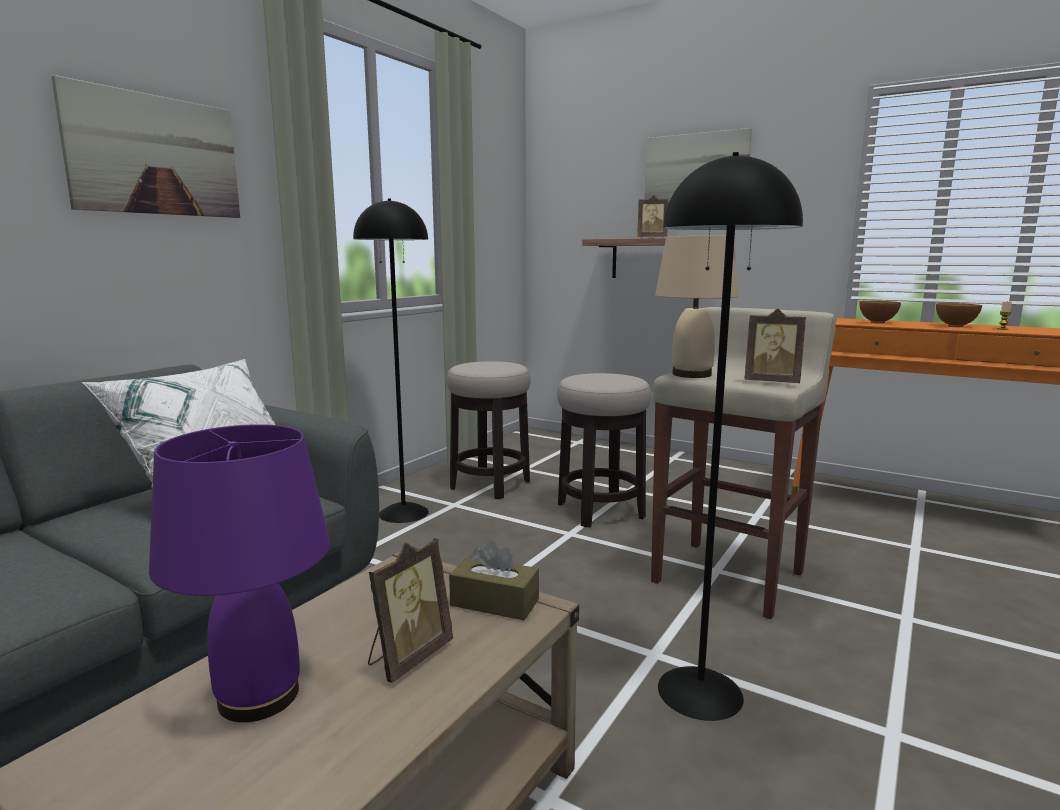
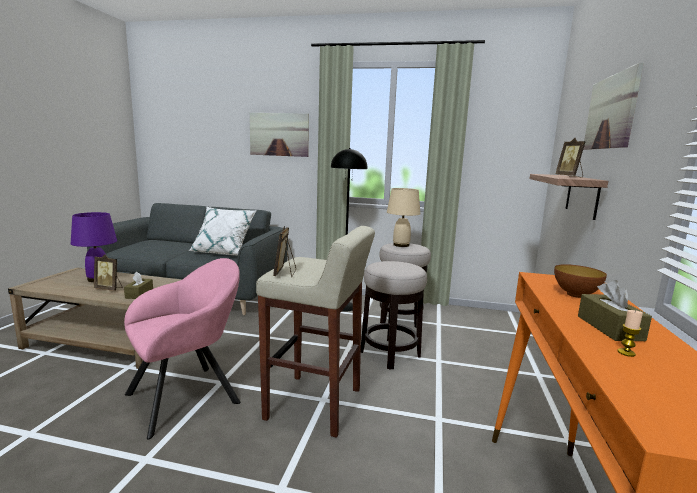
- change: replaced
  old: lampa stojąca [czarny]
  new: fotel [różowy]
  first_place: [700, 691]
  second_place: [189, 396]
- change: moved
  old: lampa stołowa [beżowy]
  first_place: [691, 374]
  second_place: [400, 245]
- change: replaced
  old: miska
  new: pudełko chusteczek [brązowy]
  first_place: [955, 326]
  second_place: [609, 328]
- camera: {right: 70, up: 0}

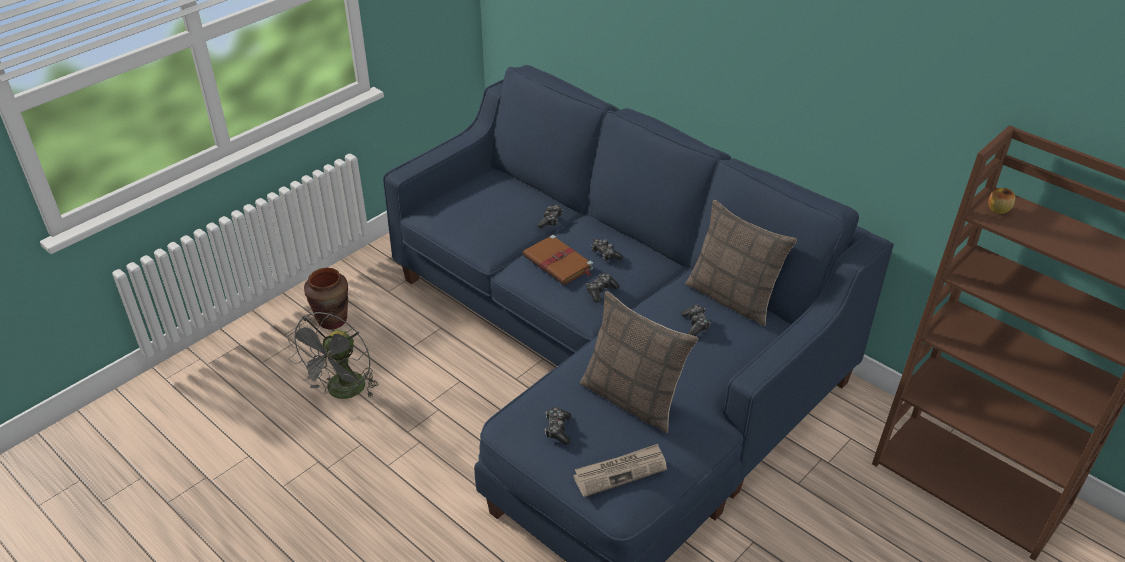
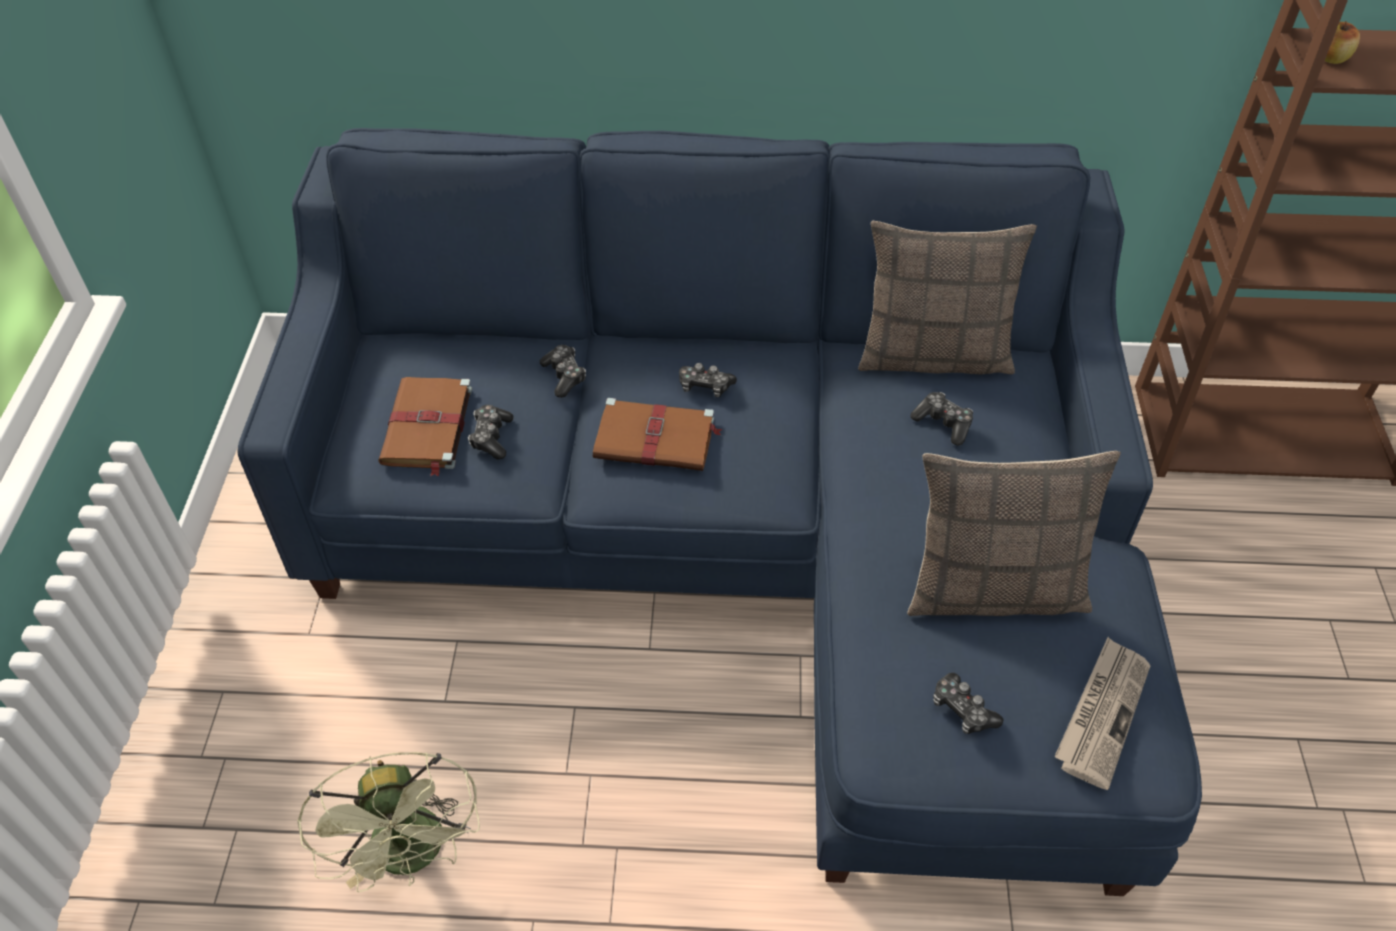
- change: removed
  old: wazon [brązowy]
  first_place: [332, 320]
- change: moved
  old: pad do gier
  first_place: [601, 291]
  second_place: [491, 437]
- change: recoloured
  old: wentylator [szary]
  new: wentylator [zielony]
  first_place: [343, 392]
  second_place: [414, 856]
- change: added
  new: książka [brązowy]
  second_place: [427, 427]
- camera: {right: -40, up: 10}

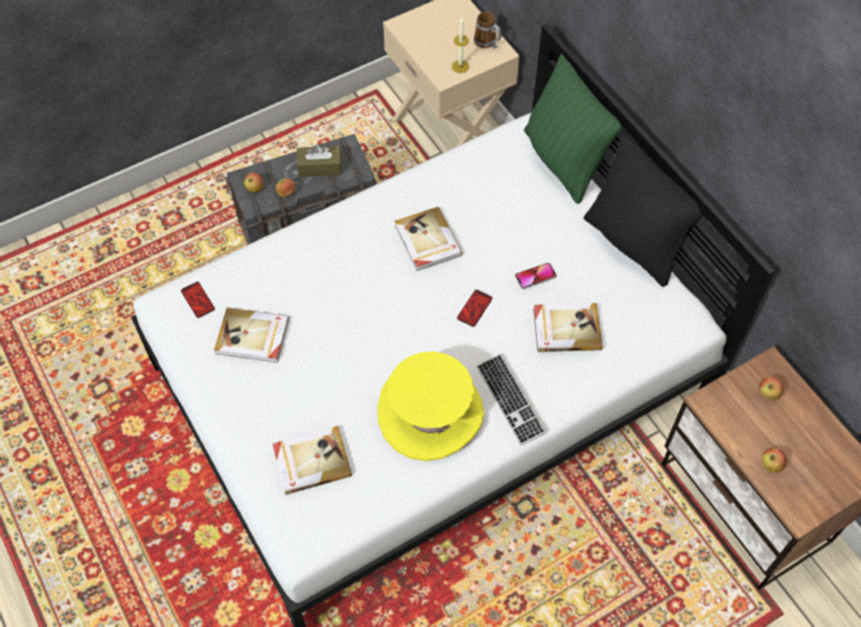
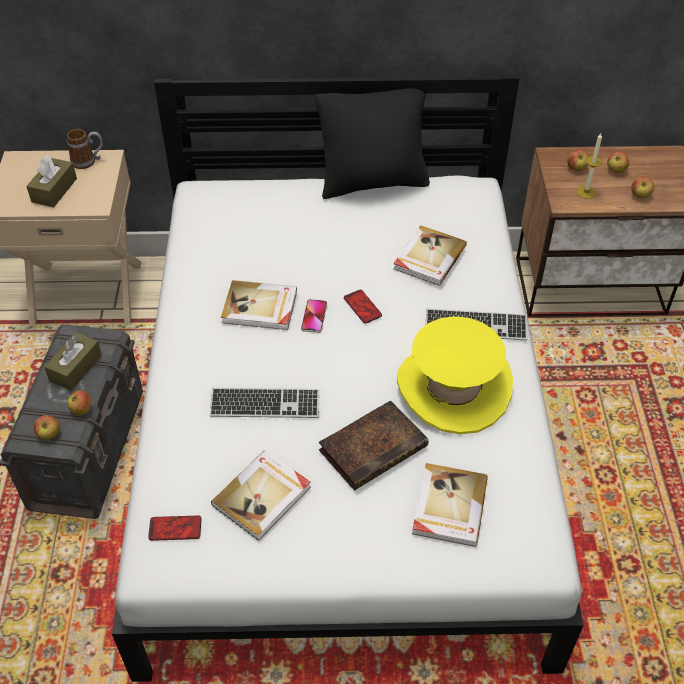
- change: moved
  old: świeca
  first_place: [460, 66]
  second_place: [586, 192]
- change: removed
  old: poduszka [zielony]
  first_place: [563, 161]
- change: moved
  old: telefon
  first_place: [535, 276]
  second_place: [314, 316]
- change: added
  new: jabłko
  second_place: [616, 170]
- change: added
  new: pudełko chusteczek [brązowy]
  second_place: [54, 190]
- change: added
  new: klawiatura
  second_place: [265, 405]
- change: added
  new: książka
  second_place: [374, 447]
- camera: {right: -60, up: -10}

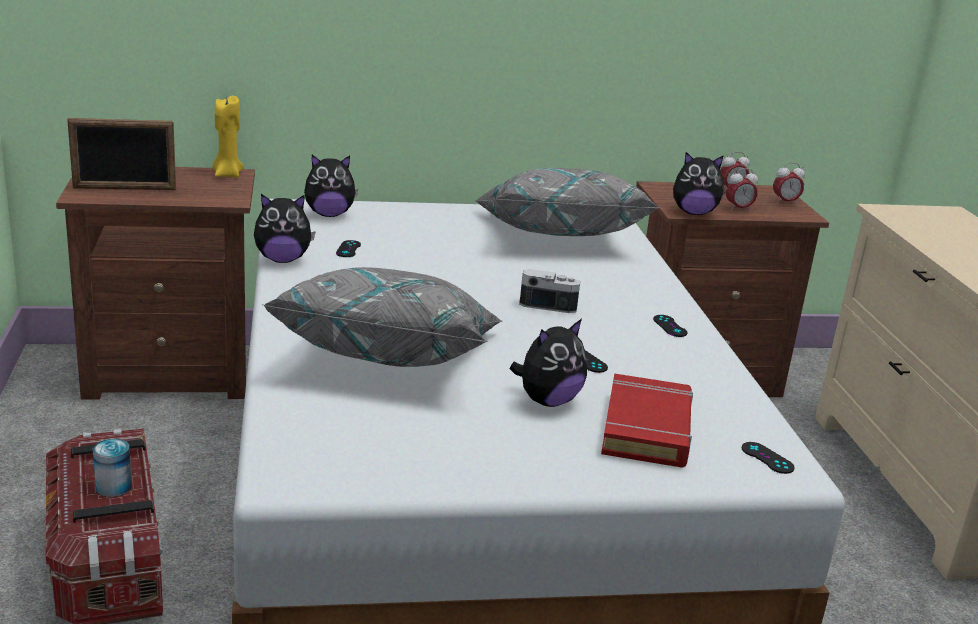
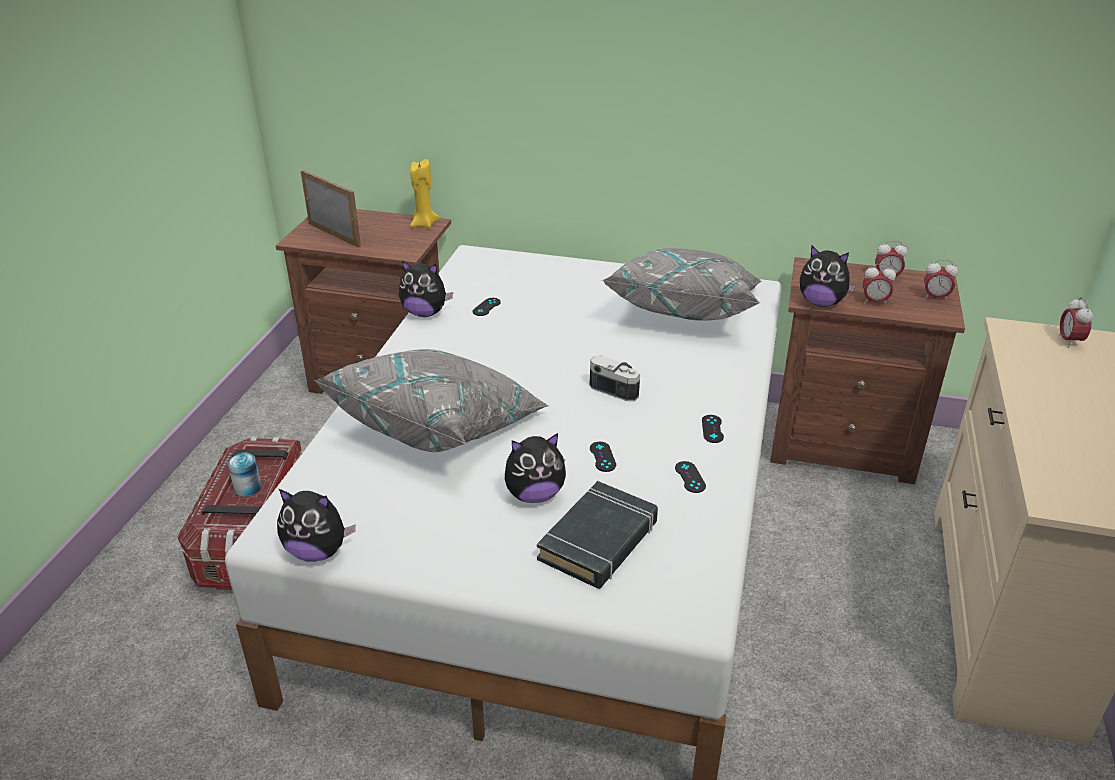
- change: turned
  old: ramka na zdjęcie
  first_place: [124, 188]
  second_place: [334, 234]
  degrees: -150
- change: moved
  old: pluszak
  first_place: [329, 214]
  second_place: [317, 551]
- change: recoloured
  old: książka [czerwony]
  new: książka [czarny]
  first_place: [647, 429]
  second_place: [599, 541]
- change: moved
  old: pad do gier [czarny]
  first_place: [767, 458]
  second_place: [690, 477]
- change: added
  new: budzik
  second_place: [1069, 341]
- camera: {right: 25, up: 10}

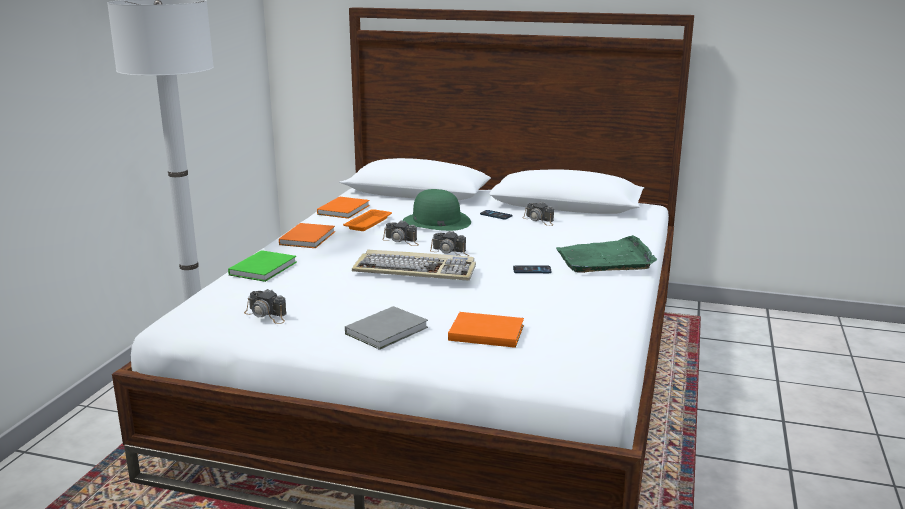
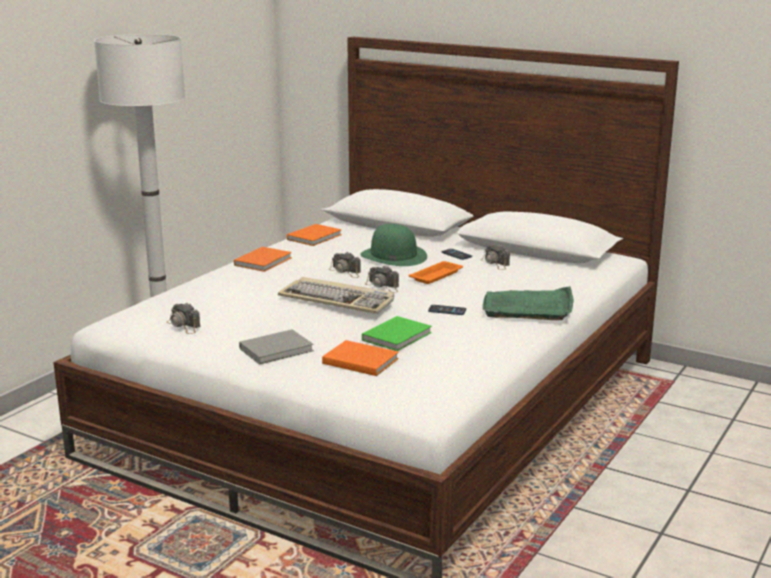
- change: moved
  old: taca [pomarańczowy]
  first_place: [369, 223]
  second_place: [437, 276]
- change: moved
  old: książka [zielony]
  first_place: [265, 268]
  second_place: [398, 336]
- camera: {right: 15, up: 0}

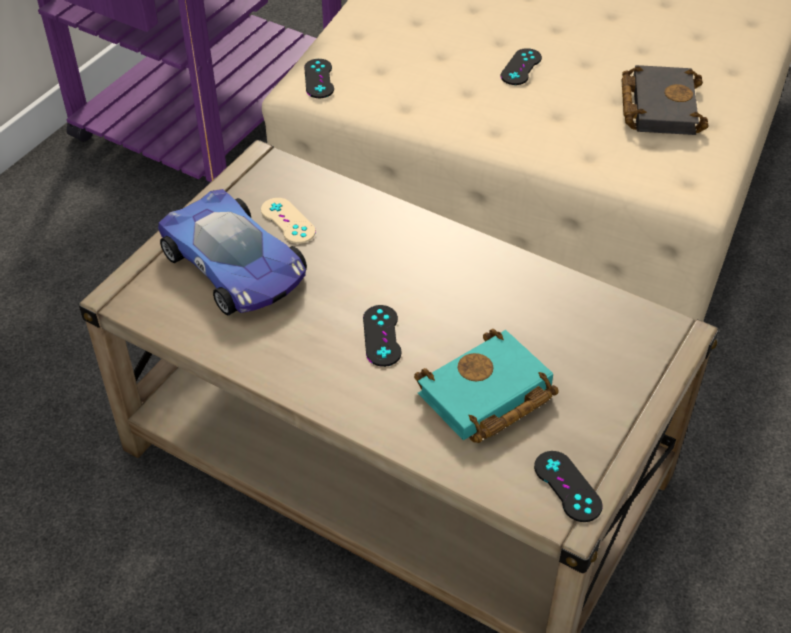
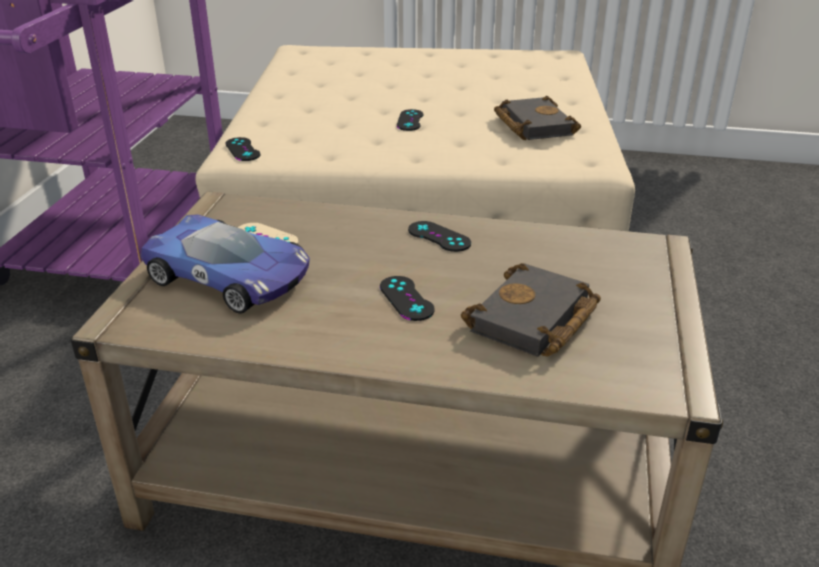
- change: recoloured
  old: książka [turkusowy]
  new: książka [czarny]
  first_place: [485, 397]
  second_place: [533, 321]
- change: moved
  old: pad do gier [czarny]
  first_place: [567, 486]
  second_place: [439, 237]
- camera: {right: -20, up: -15}

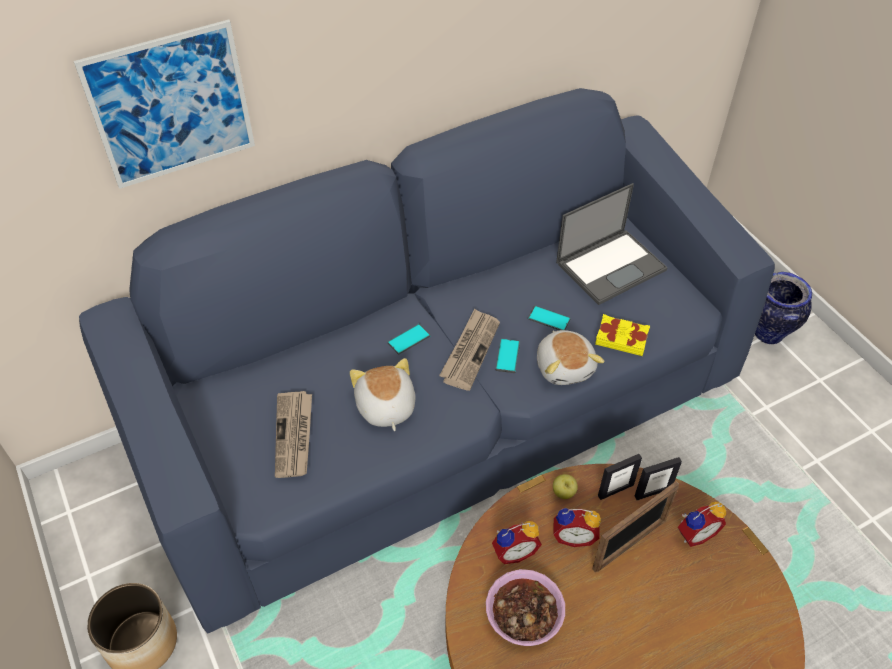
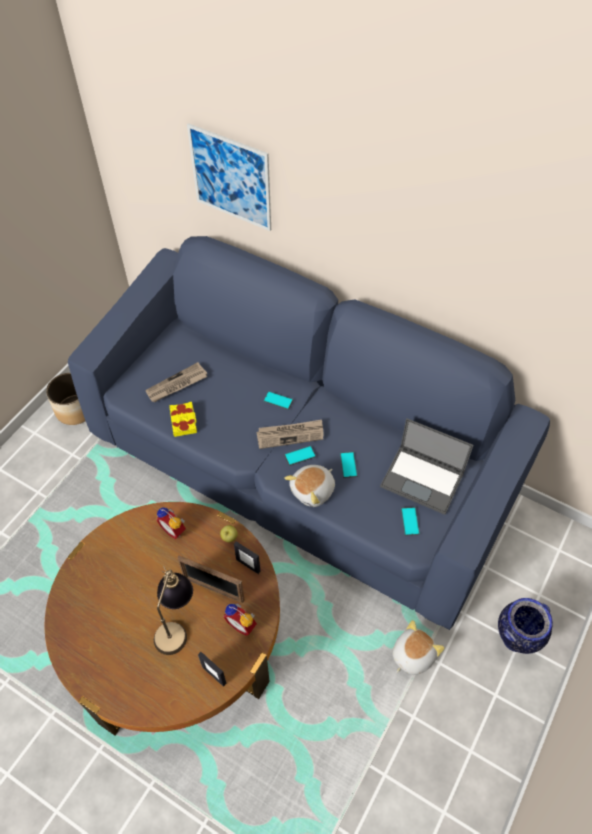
- change: moved
  old: książka [żółty]
  first_place: [621, 338]
  second_place: [184, 421]
- change: moved
  old: pluszak
  first_place: [385, 407]
  second_place: [412, 655]
- change: moved
  old: ramka na zdjęcie
  first_place: [652, 492]
  second_place: [214, 675]
- change: removed
  old: budzik
  first_place: [573, 535]
- change: removed
  old: miska
  first_place: [524, 614]
- change: added
  new: telefon
  second_place: [409, 521]
- change: added
  new: lampa stołowa
  second_place: [176, 624]
- camera: {right: 60, up: 5}

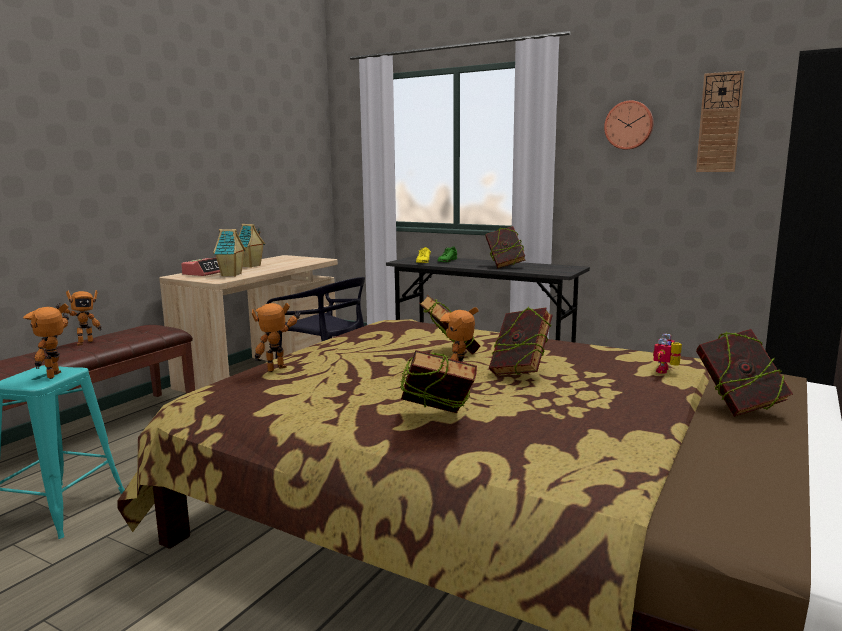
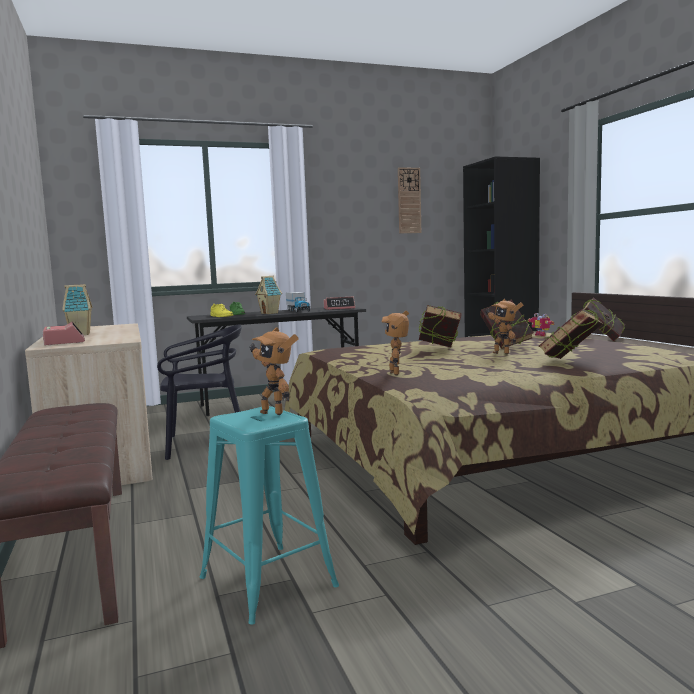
- change: removed
  old: zegar ścienny
  first_place: [629, 125]
- change: replaced
  old: książka
  new: ciężarówka zabawkowa
  first_place: [504, 266]
  second_place: [298, 311]
- change: moved
  old: domek
  first_place: [232, 275]
  second_place: [270, 313]
- change: removed
  old: robot zabawkowy
  first_place: [83, 343]
- change: added
  new: budzik
  second_place: [339, 308]
- camera: {right: -50, up: -5}

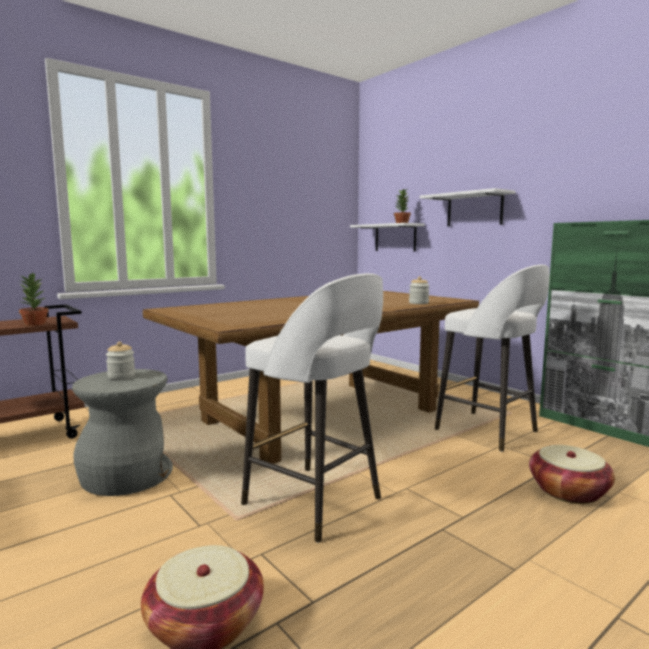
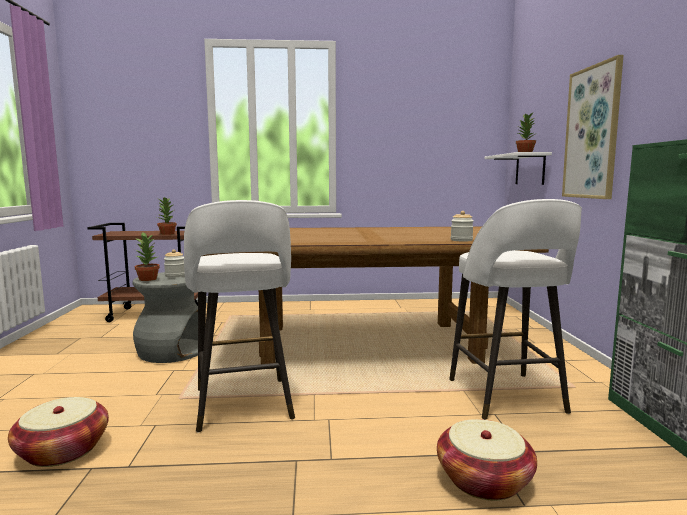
- change: replaced
  old: półka [biały]
  new: obraz
  first_place: [474, 210]
  second_place: [592, 133]
- change: added
  new: roślina doniczkowa
  second_place: [148, 279]
- camera: {right: 35, up: 0}

